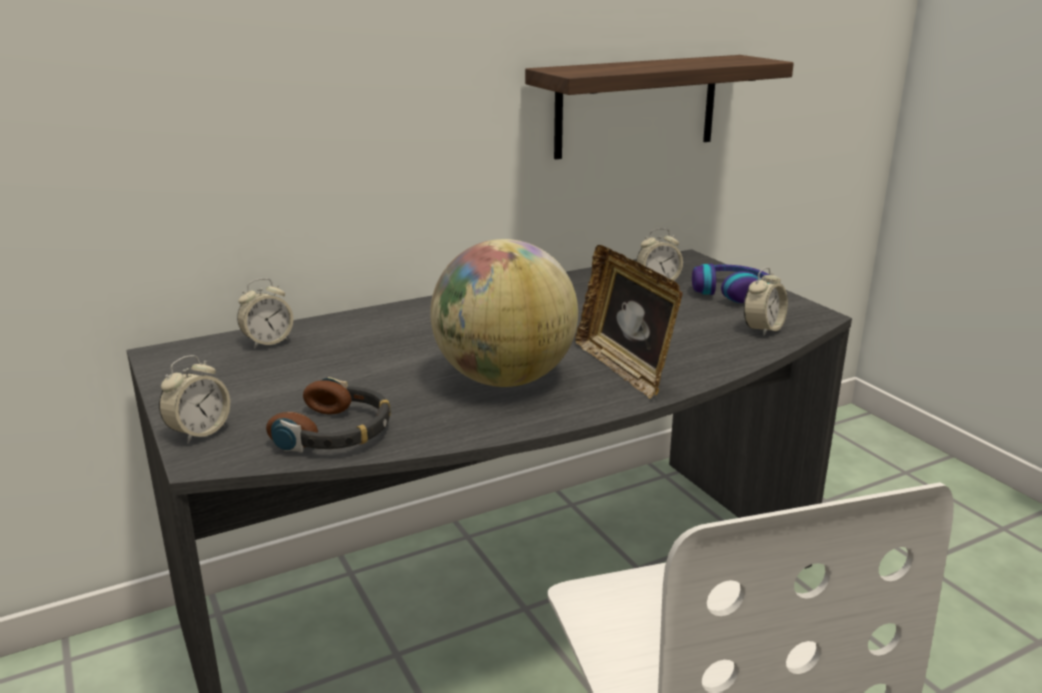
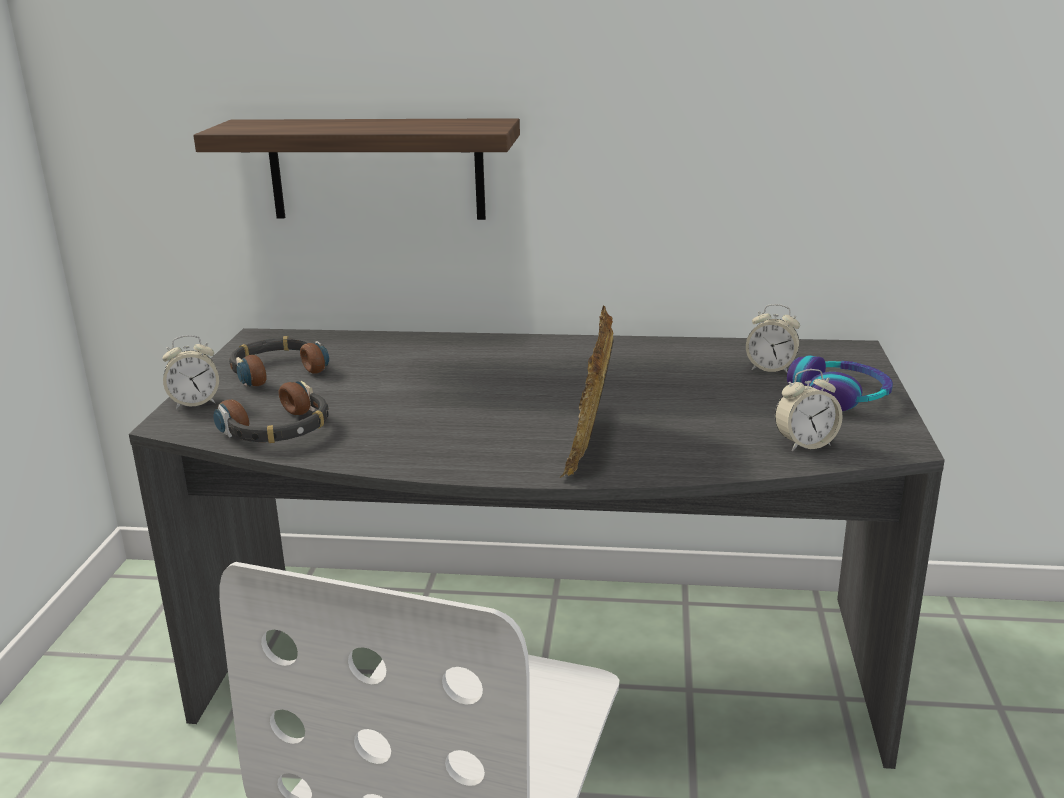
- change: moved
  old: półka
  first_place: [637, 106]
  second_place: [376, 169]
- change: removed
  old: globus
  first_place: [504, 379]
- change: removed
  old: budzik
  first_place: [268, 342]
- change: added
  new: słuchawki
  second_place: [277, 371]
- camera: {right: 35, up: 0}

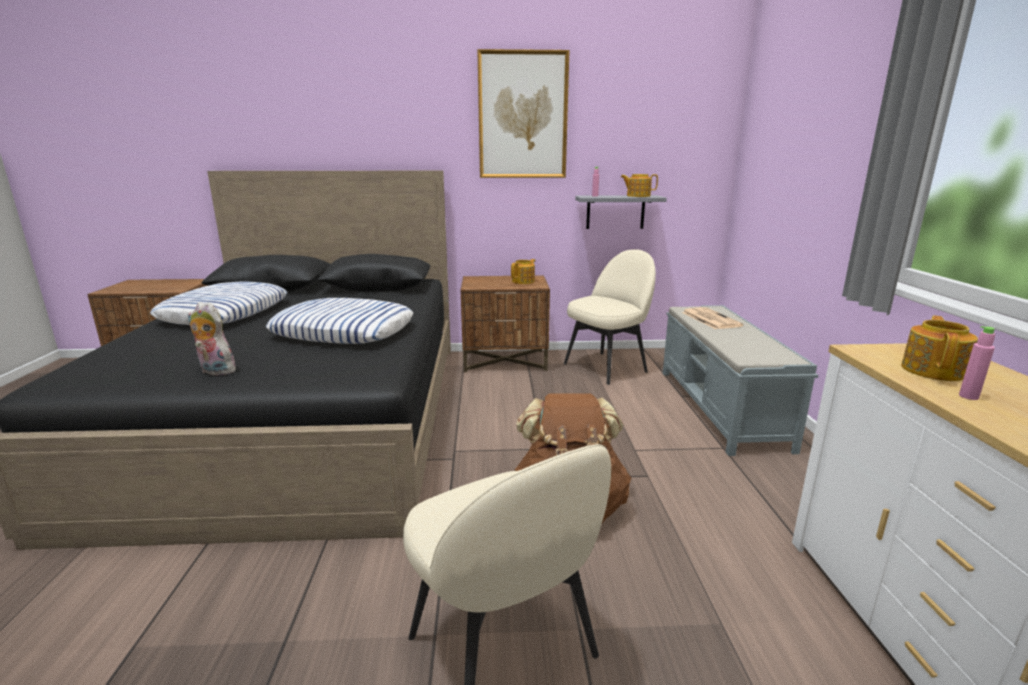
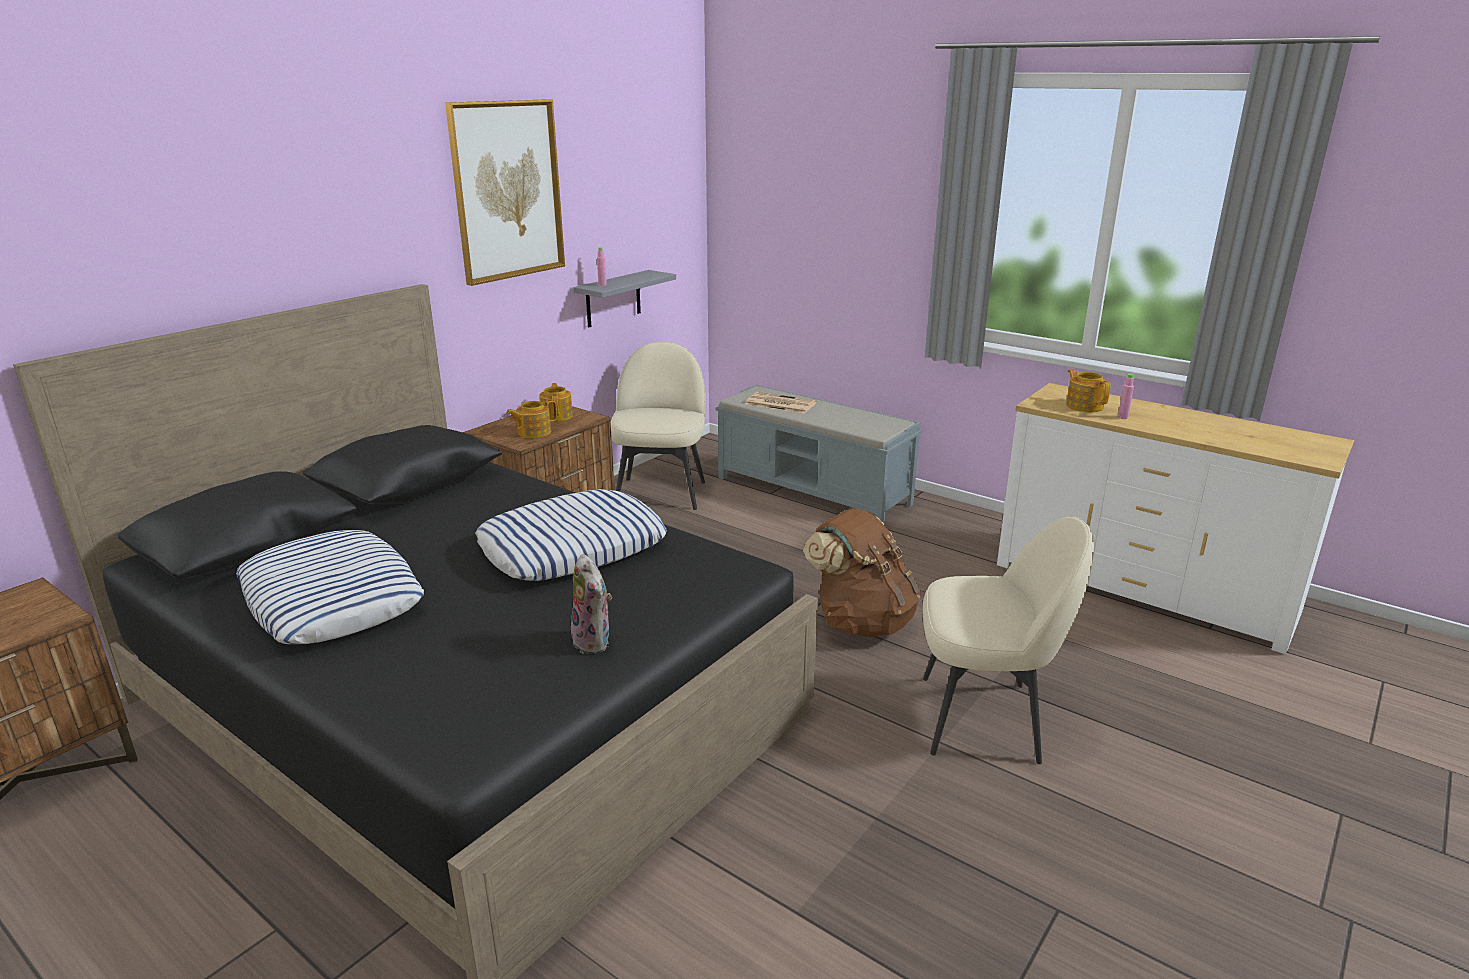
- change: moved
  old: imbryk
  first_place: [638, 196]
  second_place: [533, 432]
- change: turned
  old: pluszak
  first_place: [215, 371]
  second_place: [595, 641]
  degrees: -90
- camera: {right: -50, up: 5}

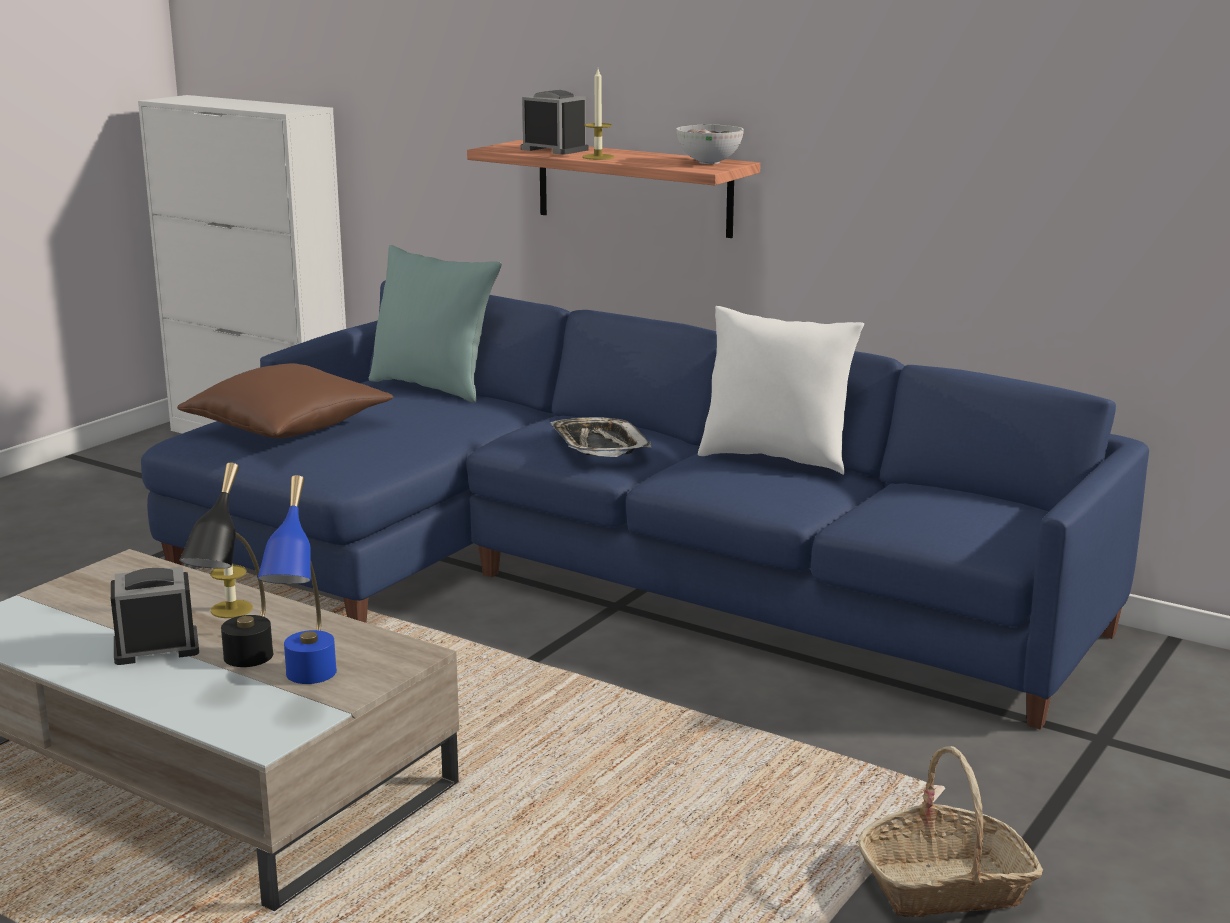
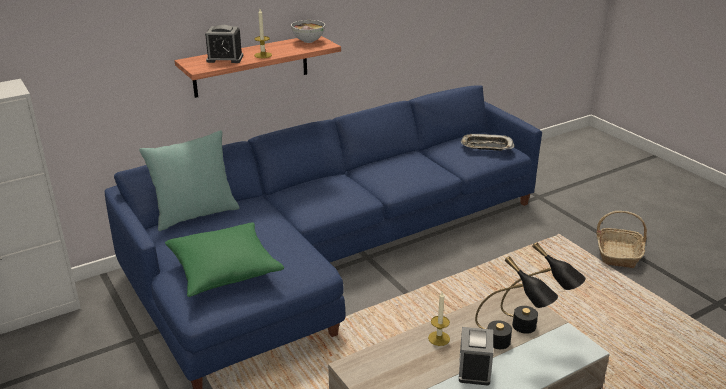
- change: turned
  old: budzik
  first_place: [554, 149]
  second_place: [225, 58]
  degrees: -150
- change: removed
  old: poduszka [biały]
  first_place: [775, 458]
- change: recoloured
  old: poduszka [brązowy]
  new: poduszka [zielony]
  first_place: [288, 427]
  second_place: [224, 270]
- change: moved
  old: taca
  first_place: [599, 445]
  second_place: [486, 146]
- change: recoloured
  old: lampa stołowa [niebieski]
  new: lampa stołowa [czarny]
  first_place: [306, 684]
  second_place: [536, 329]
- camera: {right: -65, up: 10}

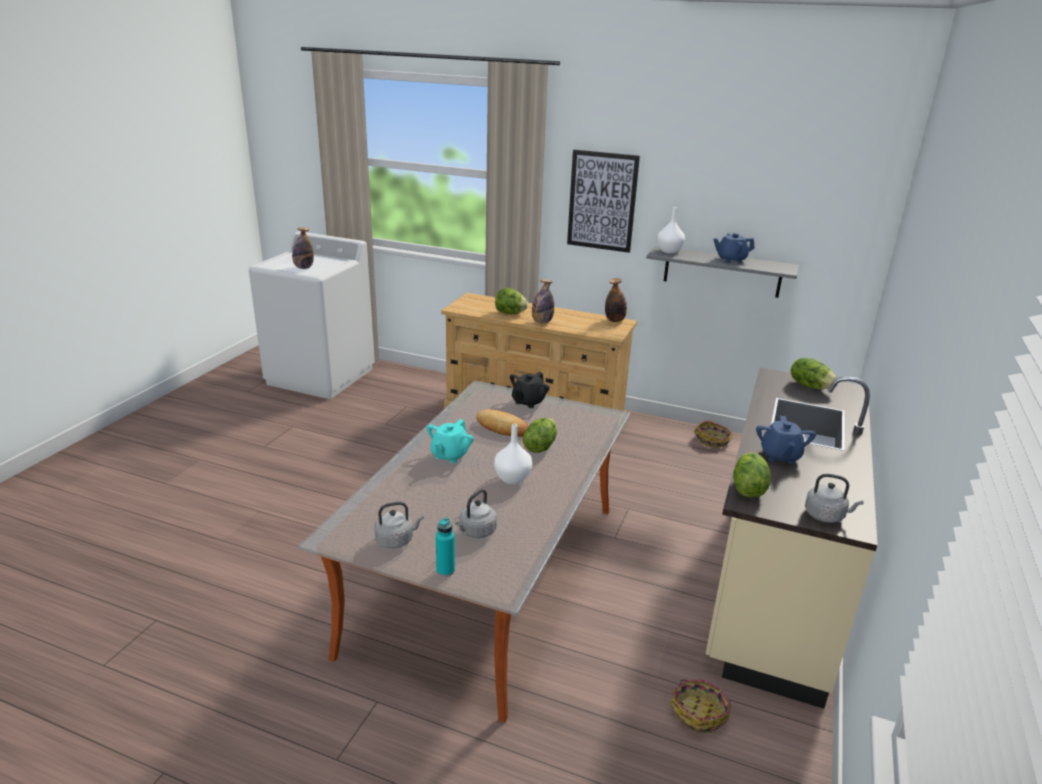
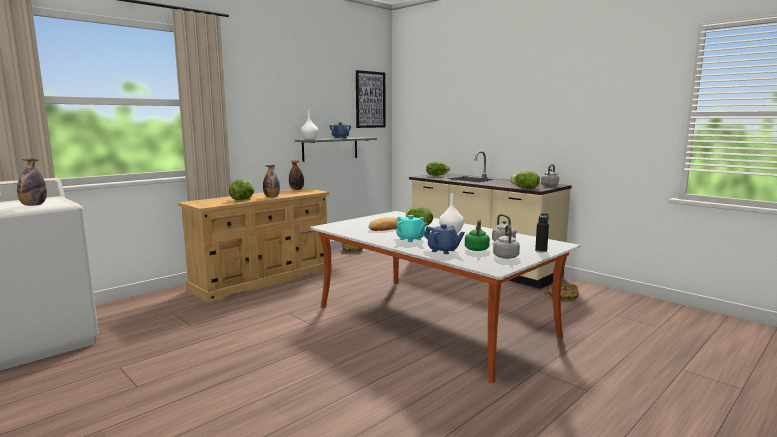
- change: moved
  old: obraz
  first_place: [602, 201]
  second_place: [370, 99]
- change: removed
  old: imbryk [czarny]
  first_place: [528, 402]
- change: moved
  old: imbryk [niebieski]
  first_place: [780, 456]
  second_place: [443, 251]
- change: recoloured
  old: butelka [turkusowy]
  new: butelka [czarny]
  first_place: [445, 570]
  second_place: [541, 251]
- change: added
  new: czajnik [zielony]
  second_place: [477, 249]
- camera: {right: -65, up: -15}

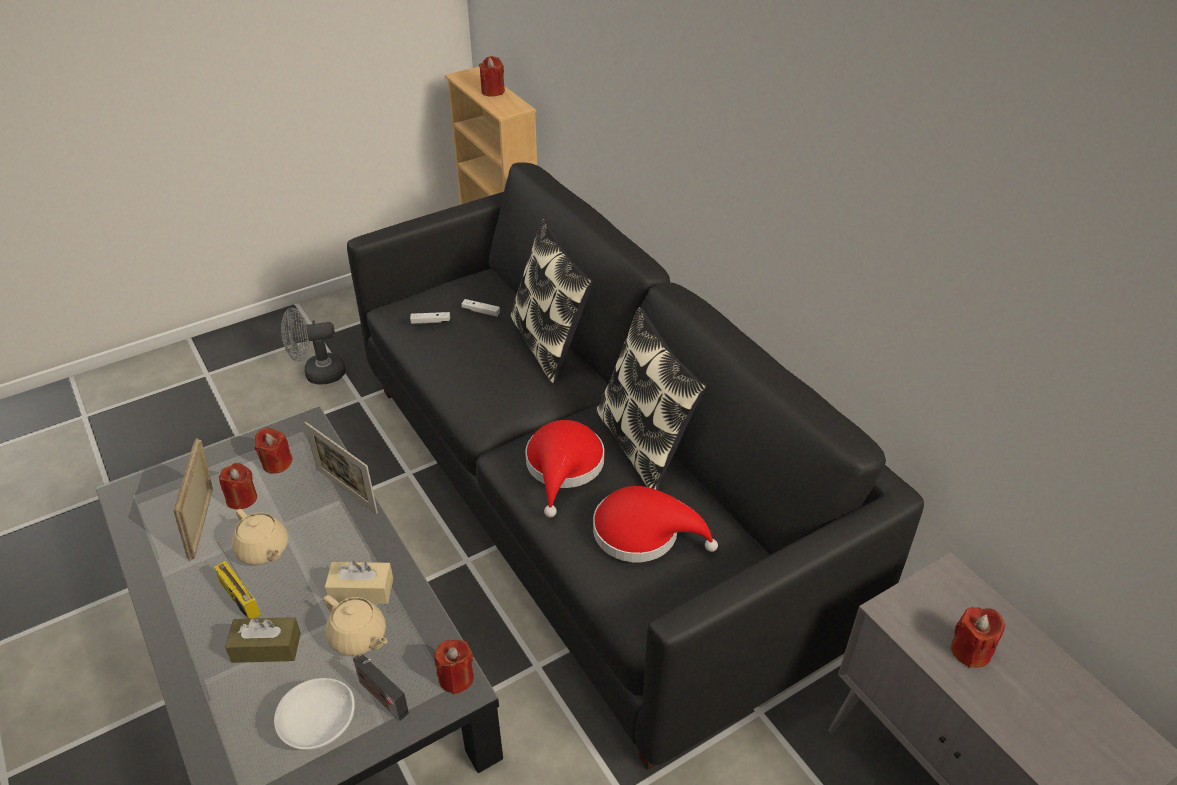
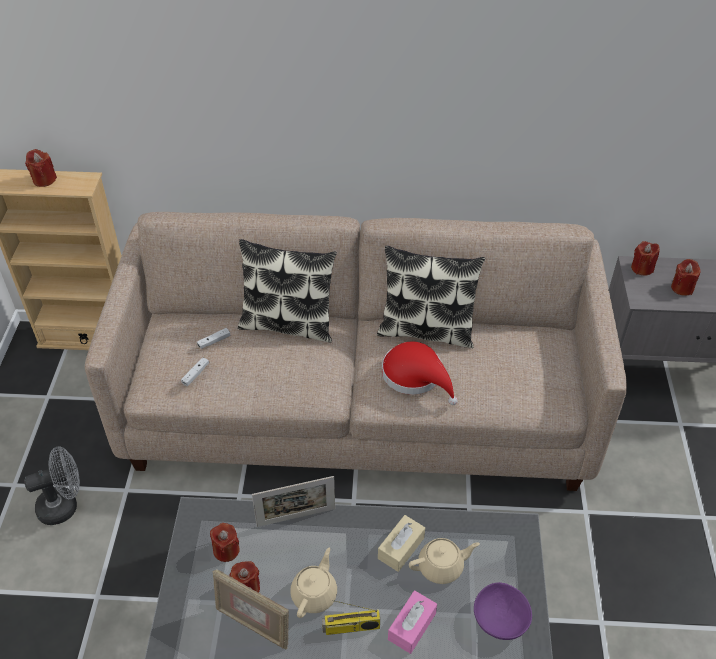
- change: recoloured
  old: kanapa [czarny]
  new: kanapa [beżowy]
  first_place: [590, 501]
  second_place: [359, 407]
- change: turned
  old: wentylator [szary]
  first_place: [318, 373]
  second_place: [64, 505]
  degrees: -135
- change: removed
  old: kapelusz [czerwony]
  first_place: [643, 533]
- change: turned
  old: imbryk [beżowy]
  first_place: [263, 550]
  second_place: [315, 594]
  degrees: -60
- change: recoloured
  old: pudełko chusteczek [brązowy]
  new: pudełko chusteczek [różowy]
  first_place: [266, 647]
  second_place: [412, 626]
- change: moved
  old: świeca [czerwony]
  first_place: [456, 677]
  second_place: [642, 268]
- change: removed
  old: radio
  first_place: [381, 696]
- change: recoloured
  old: miska [biały]
  new: miska [fioletowy]
  first_place: [318, 725]
  second_place: [499, 619]
- camera: {right: -55, up: 5}

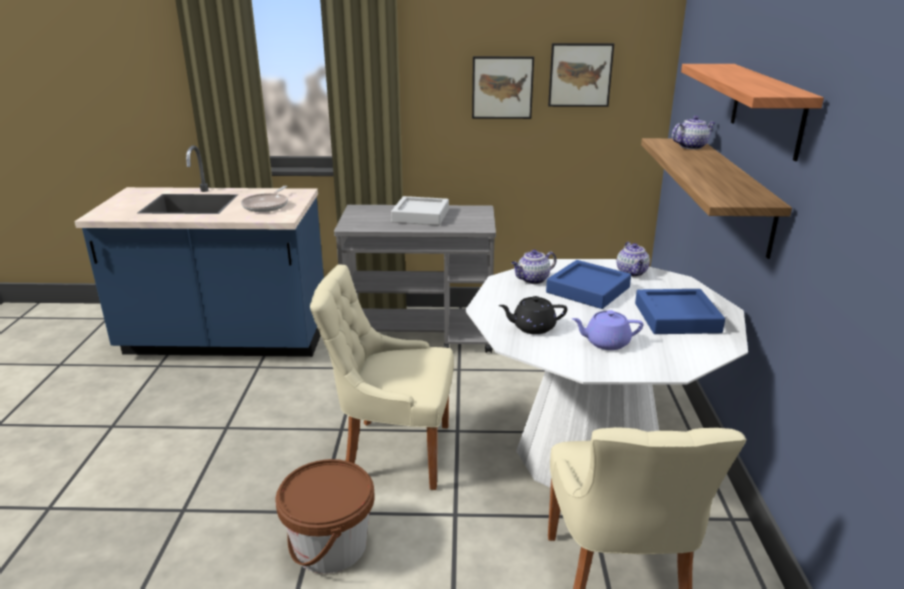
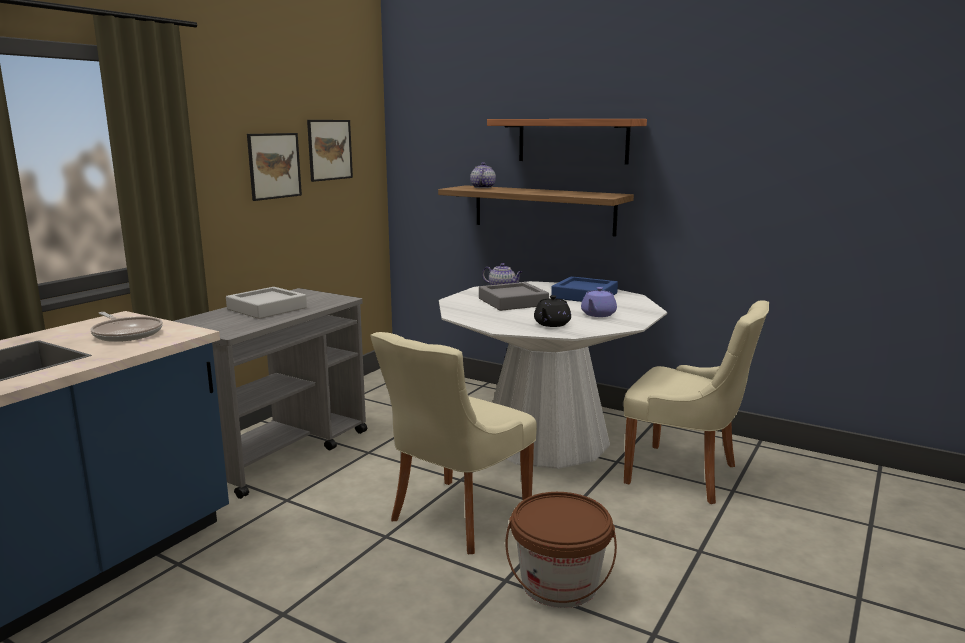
- change: removed
  old: imbryk
  first_place: [532, 280]
- change: recoloured
  old: taca [niebieski]
  new: taca [szary]
  first_place: [588, 290]
  second_place: [513, 302]
- camera: {right: -60, up: -10}

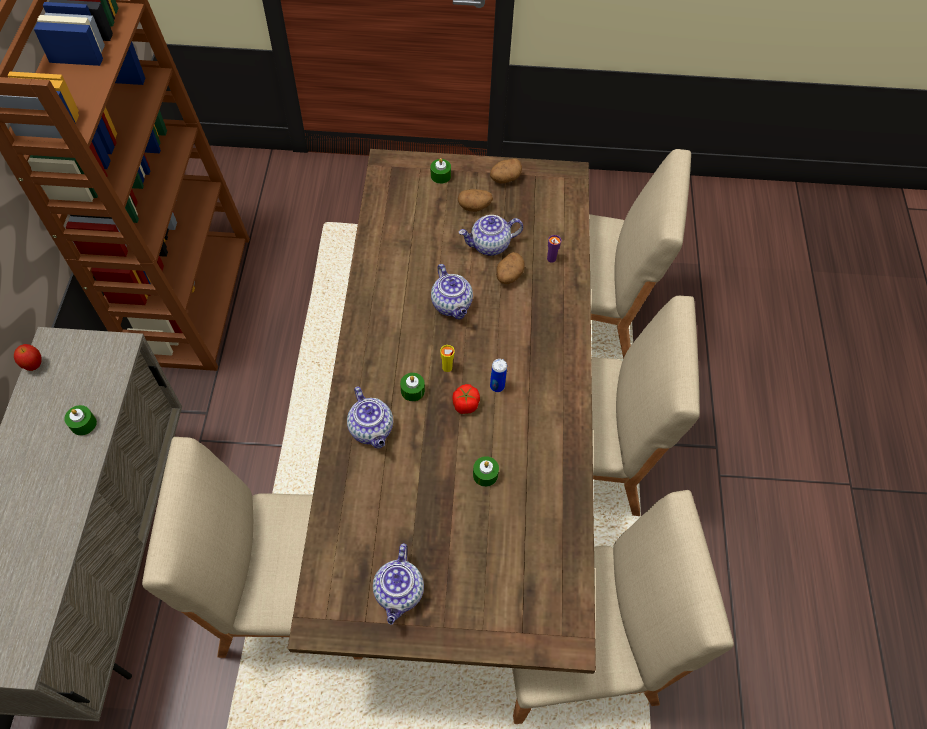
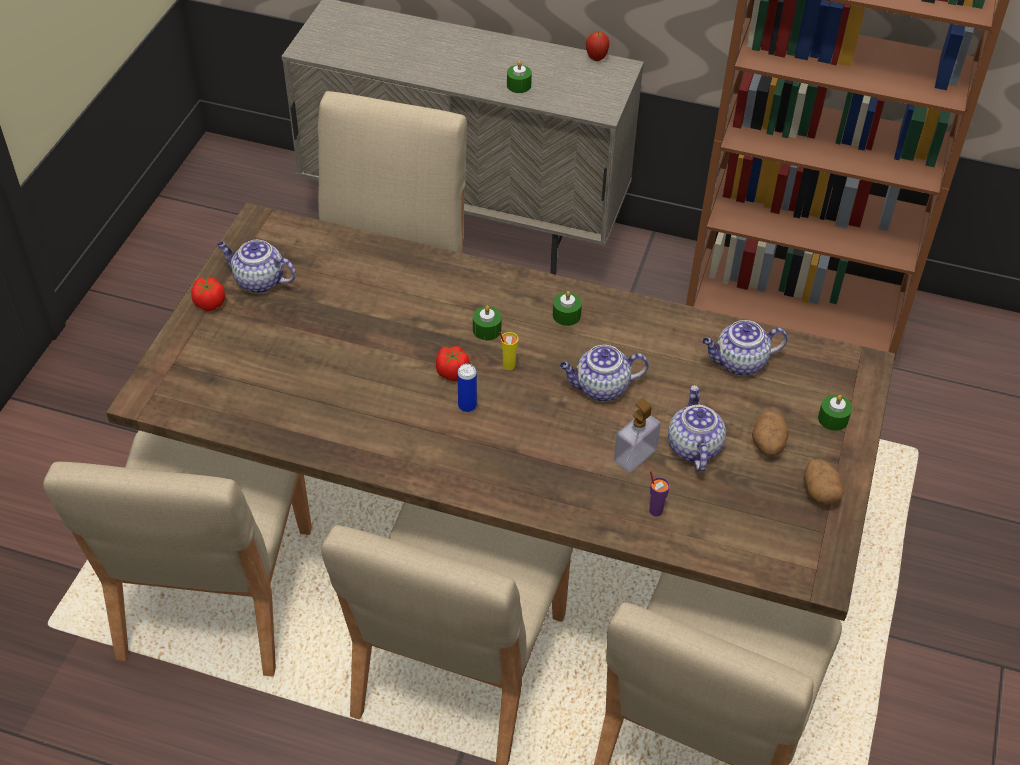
- change: replaced
  old: ziemniak
  new: dozownik mydła
  first_place: [508, 276]
  second_place: [635, 455]
- change: moved
  old: imbryk
  first_place: [372, 430]
  second_place: [739, 363]
- change: moved
  old: świeca [zielony]
  first_place: [485, 475]
  second_place: [566, 315]
- change: added
  new: pomidor
  second_place: [209, 303]
- camera: {right: 105, up: -10}

